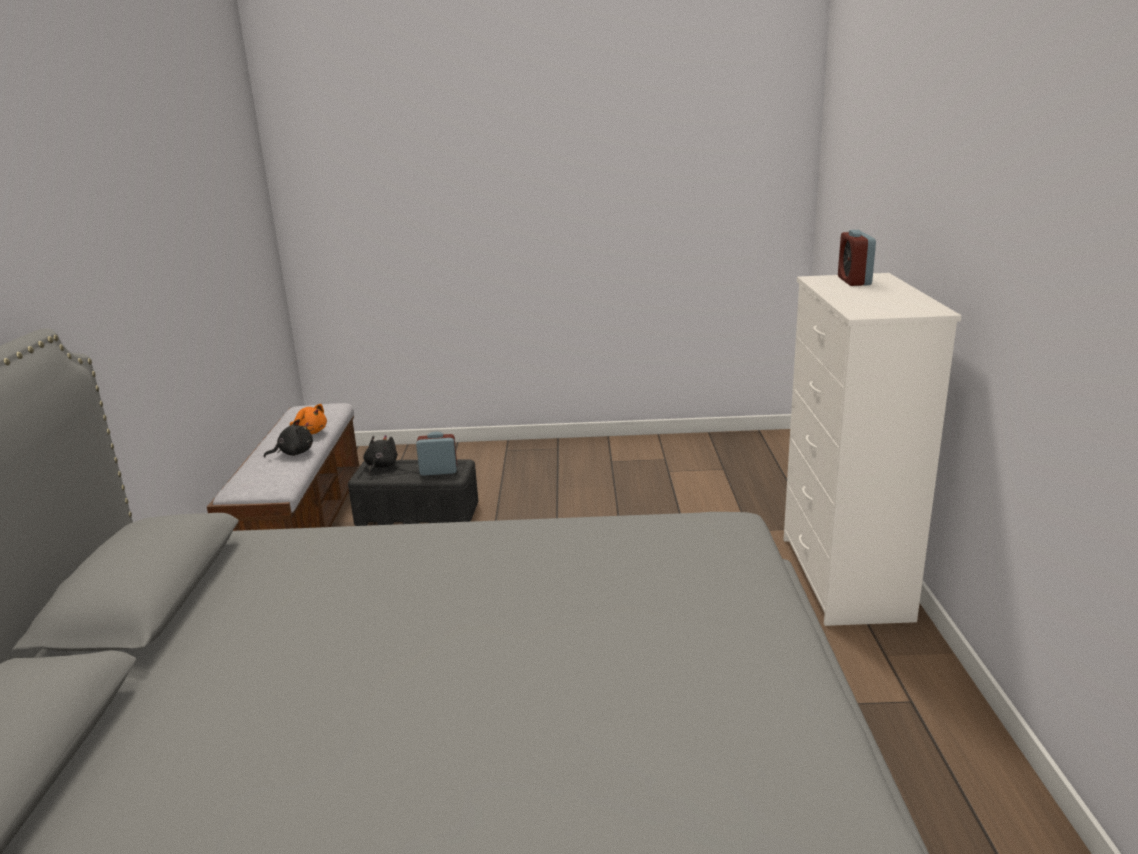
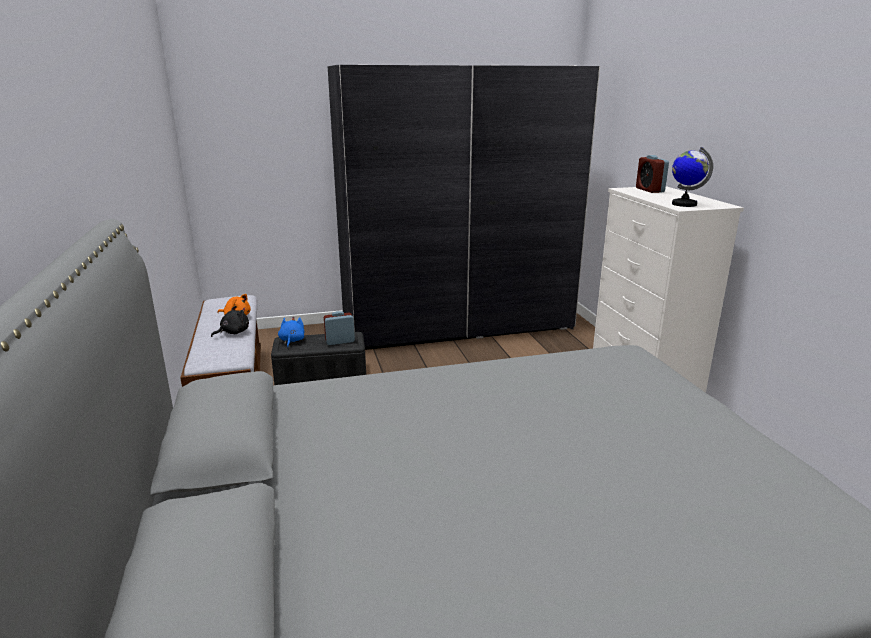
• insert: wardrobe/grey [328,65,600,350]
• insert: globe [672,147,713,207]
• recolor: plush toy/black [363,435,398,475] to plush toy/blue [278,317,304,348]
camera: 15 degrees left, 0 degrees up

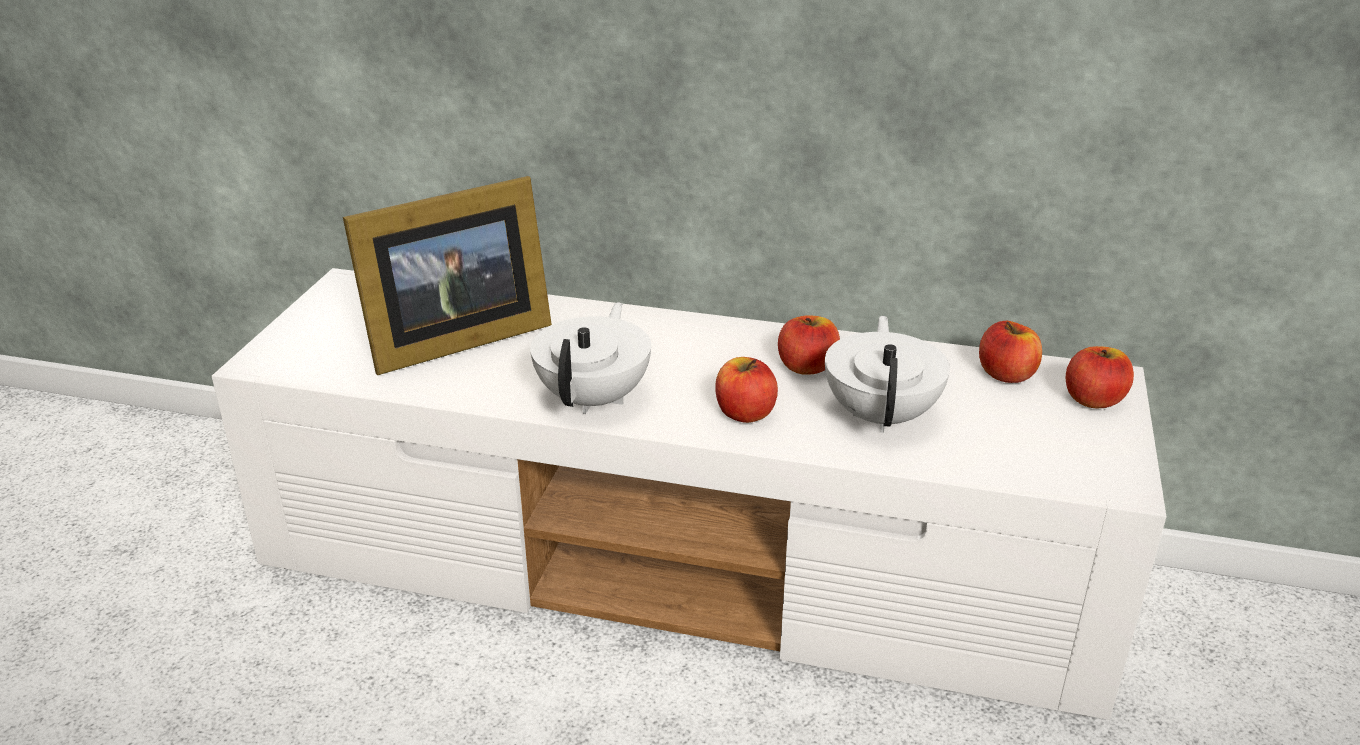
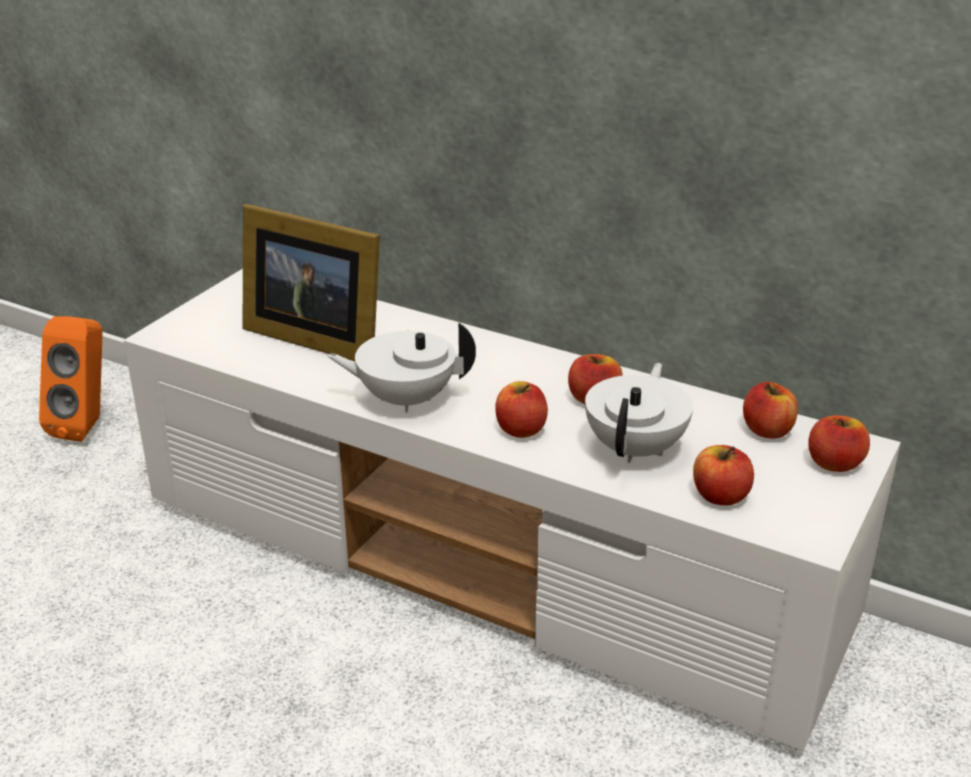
• insert: speaker/orange [39,316,102,442]
• insert: apple [693,445,754,505]
• rotate: picture frame [343,176,552,375] = [243,204,380,361] 45 degrees clockwise
• rotate: teapot/white [530,302,651,414] = [326,322,476,413] 120 degrees counterclockwise
camera: 15 degrees right, 0 degrees up

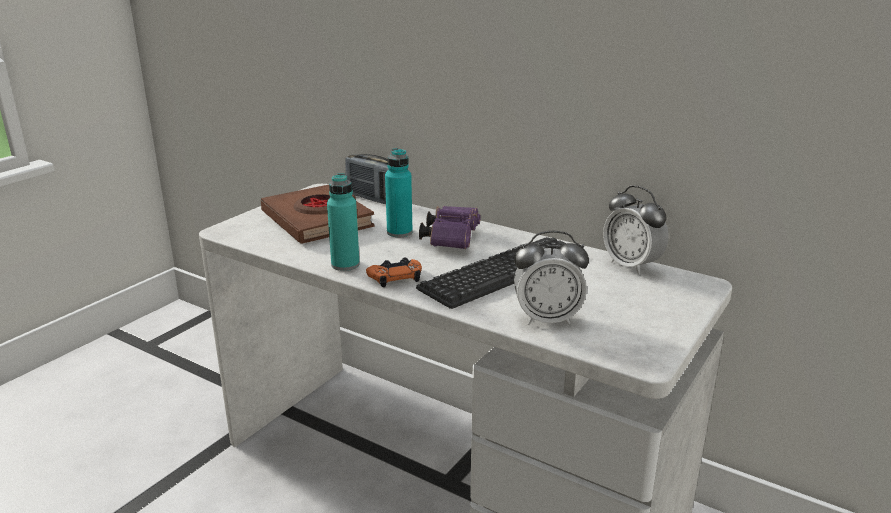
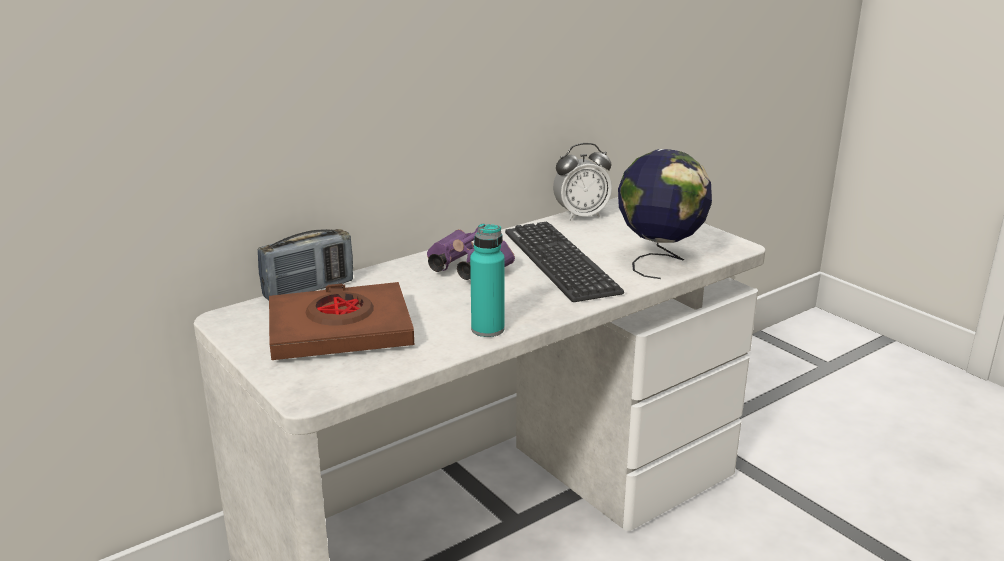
• delete: game controller/orange [366,257,422,287]
• delete: bottle/turquoise [385,148,413,237]
• replace: alarm clock [514,231,589,325] to globe [618,149,712,279]
camera: 70 degrees left, 0 degrees up

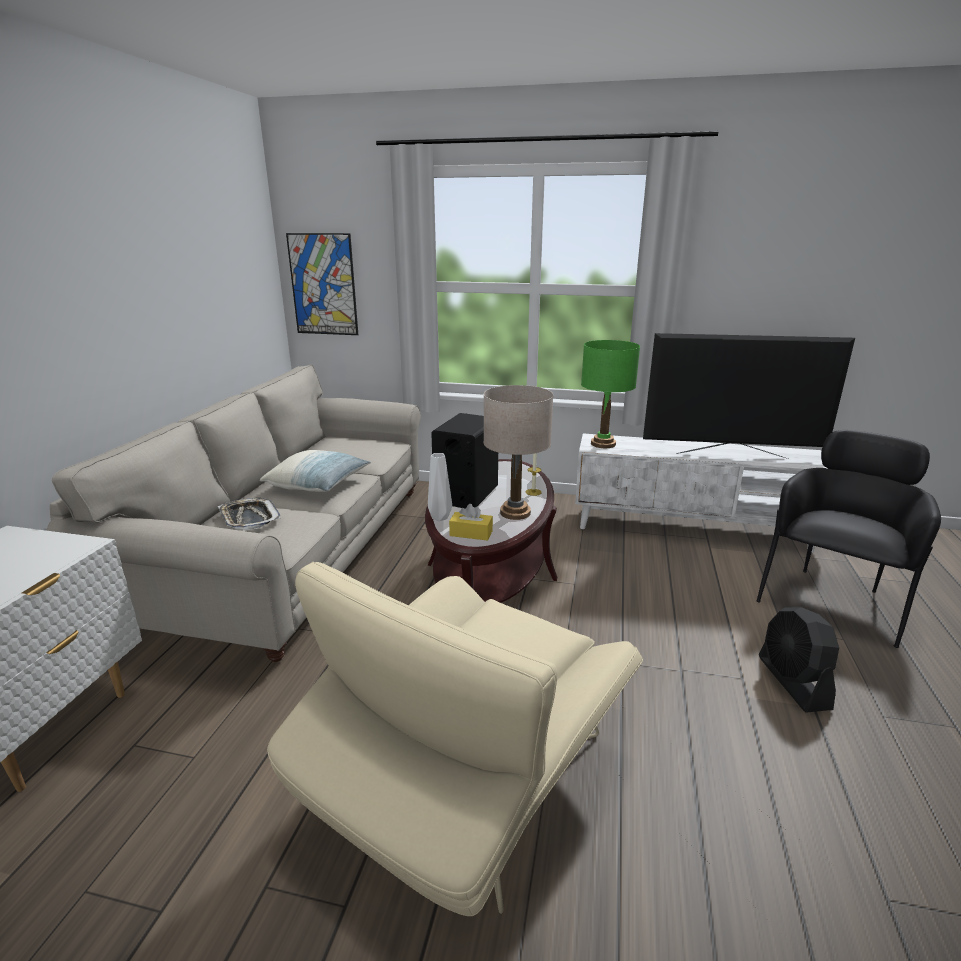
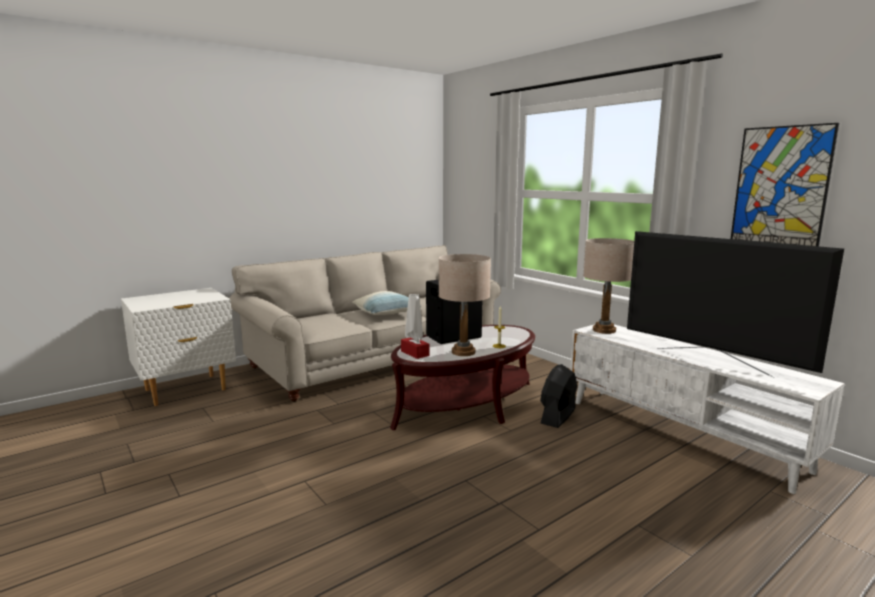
• delete: tray [218,498,281,530]
• delete: armchair/beige [267,562,643,916]
• delete: armchair/black [756,430,941,648]
• move: picture [286,233,358,335] to [731,123,839,246]
• move: fan/black [759,607,839,712] to [540,364,577,428]
• recolor: tissue box/yellow [449,504,493,541] to tissue box/red [401,330,430,359]
• recolor: table lamp/green [581,340,640,448] to table lamp/beige [583,238,634,334]
camera: 40 degrees right, 10 degrees down

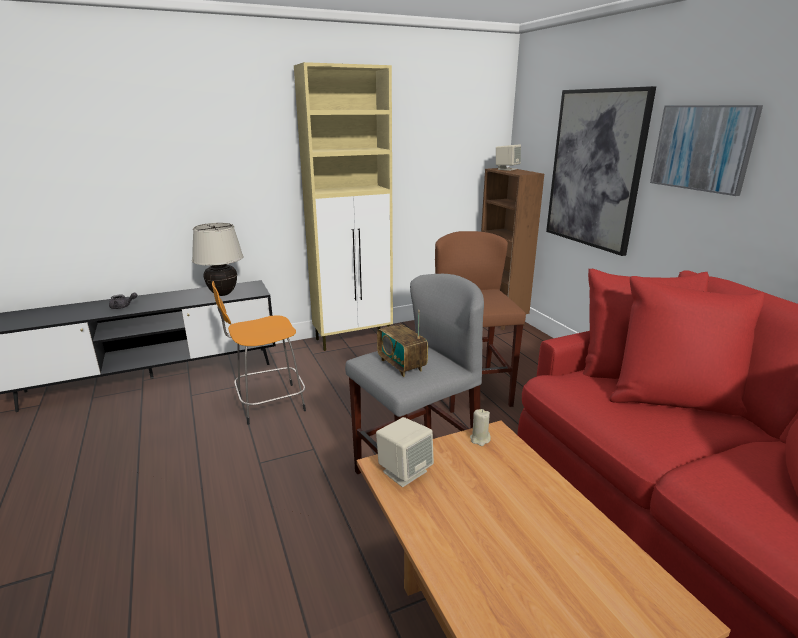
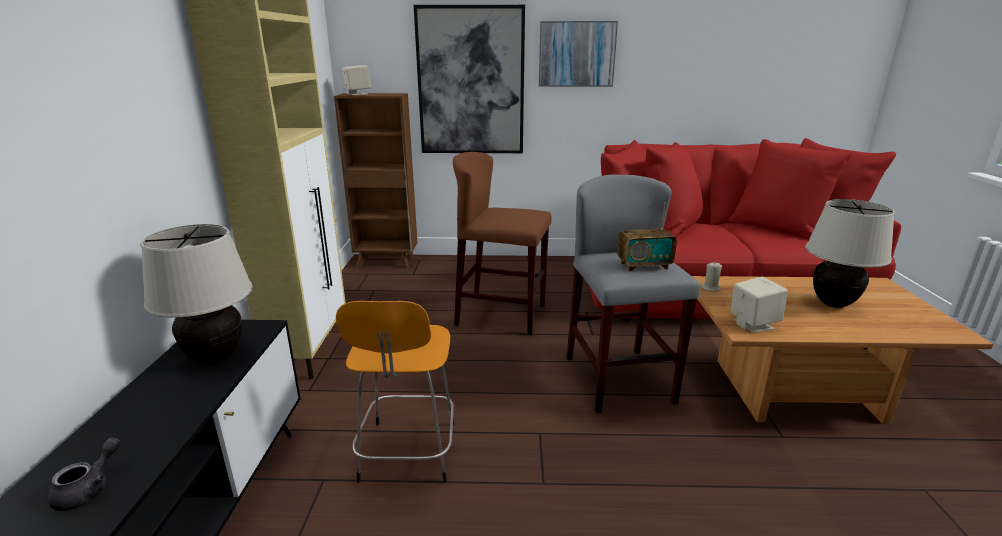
• insert: table lamp/beige [805,199,895,308]
camera: 65 degrees left, 0 degrees up

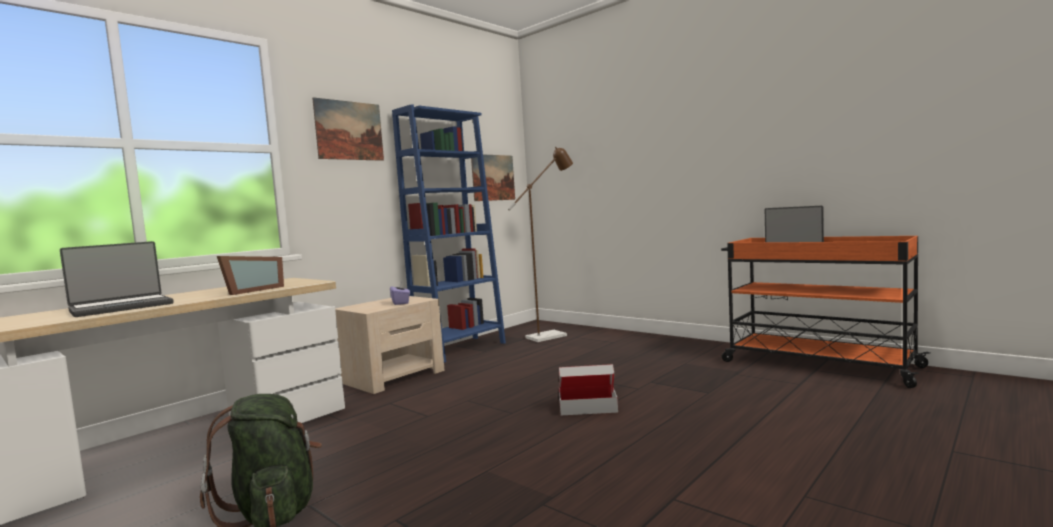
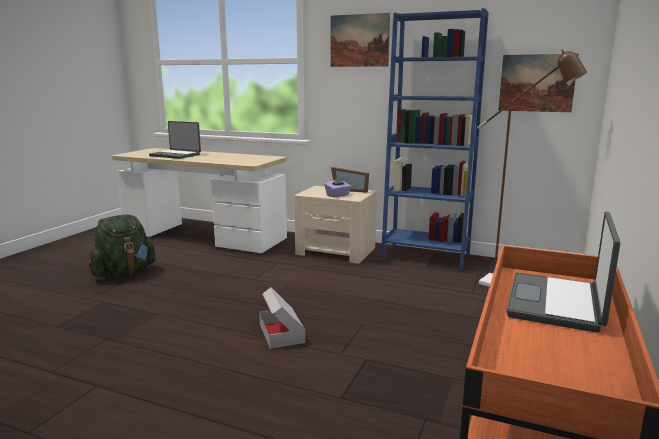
• move: picture frame [217,256,284,295] to [331,167,369,193]
camera: 70 degrees right, 10 degrees up

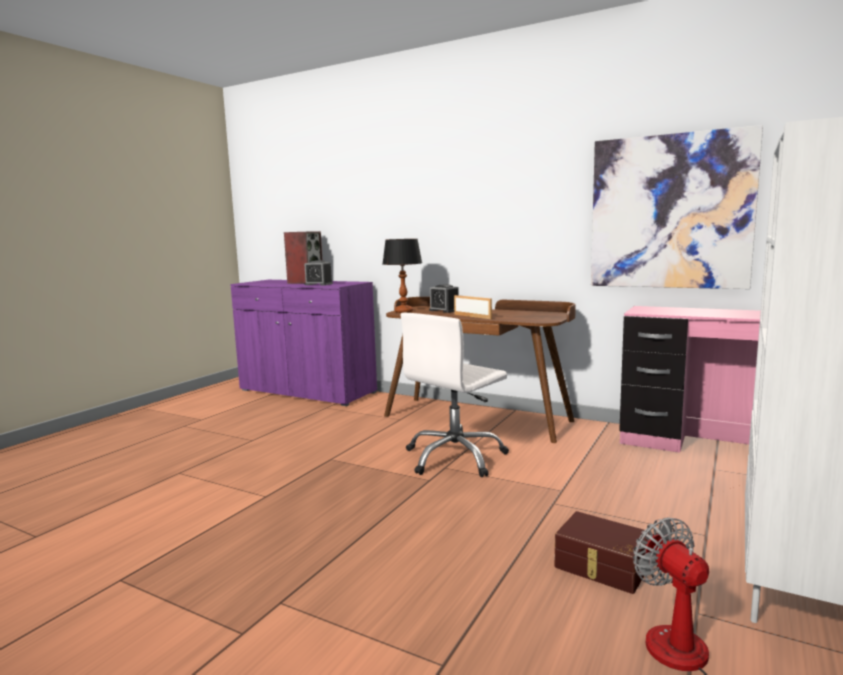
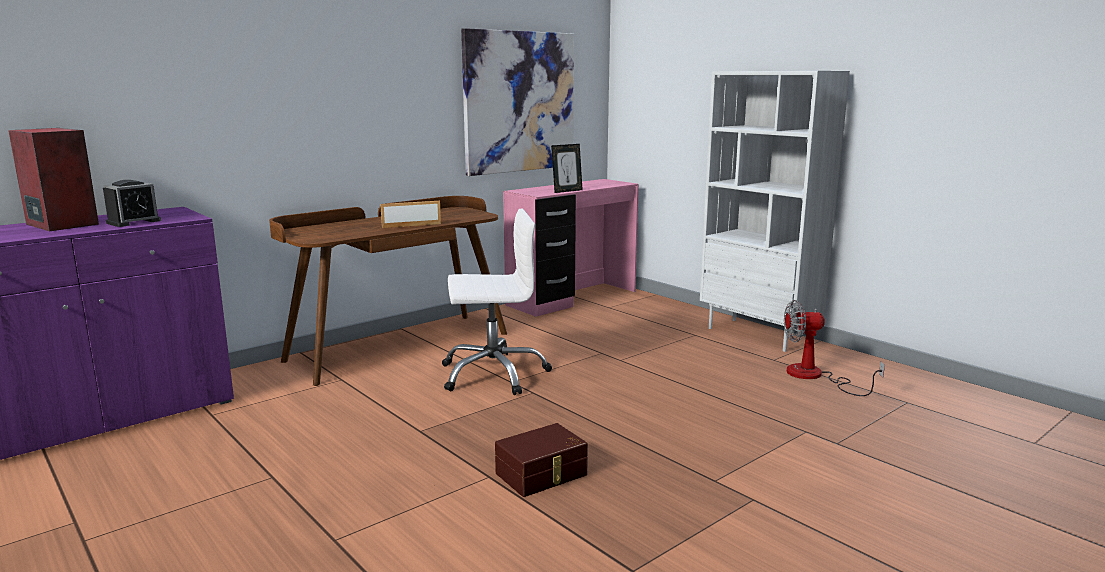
• delete: table lamp [383,239,422,313]
• delete: alarm clock [429,284,459,313]
• insert: picture frame [551,144,583,193]
• move: storage box/brown [554,511,650,594] to [495,423,588,497]
• rotate: office chair/white [401,313,509,477] = [442,208,552,395] 75 degrees counterclockwise
camera: 70 degrees left, 5 degrees up

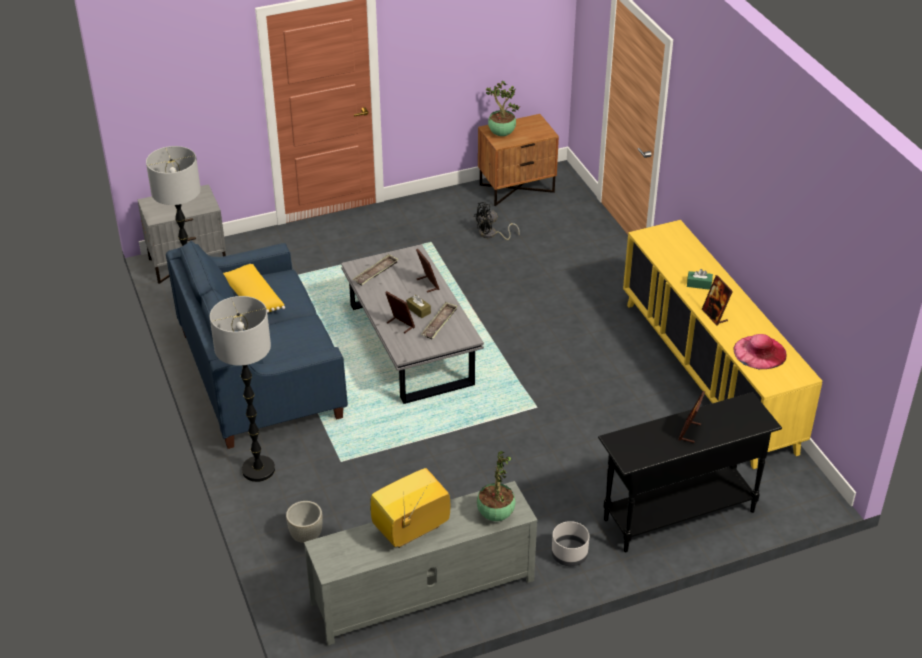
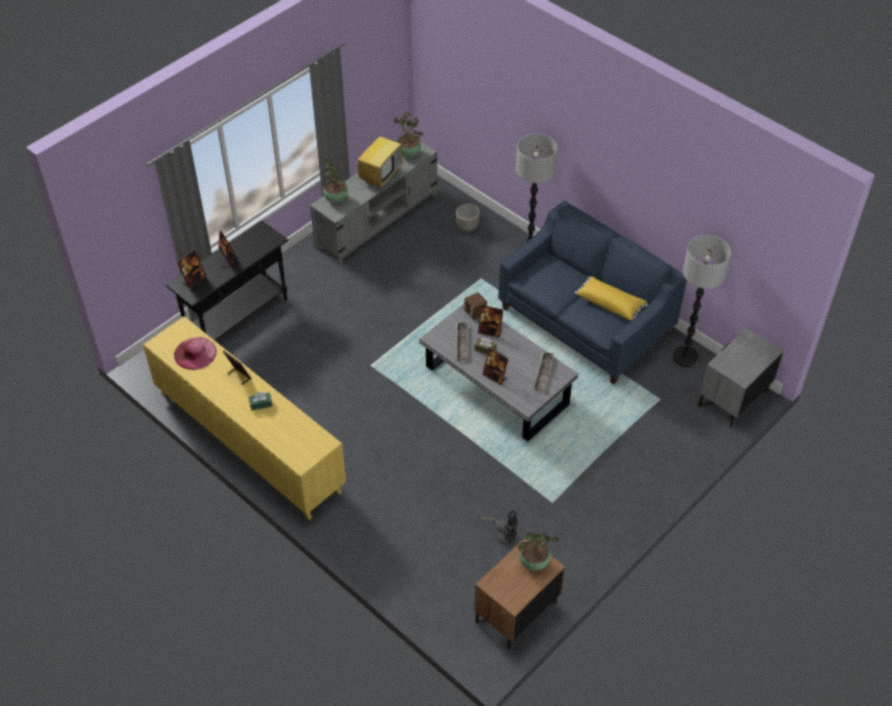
• delete: planter/grey [552,521,589,566]
• insert: picture frame [178,249,206,289]
• insert: potted plant [394,112,423,157]
• insert: speaker/brown [463,292,487,320]
• rotate: fan/black [474,202,520,240] = [481,511,517,544] 60 degrees clockwise
camera: 155 degrees right, 10 degrees up

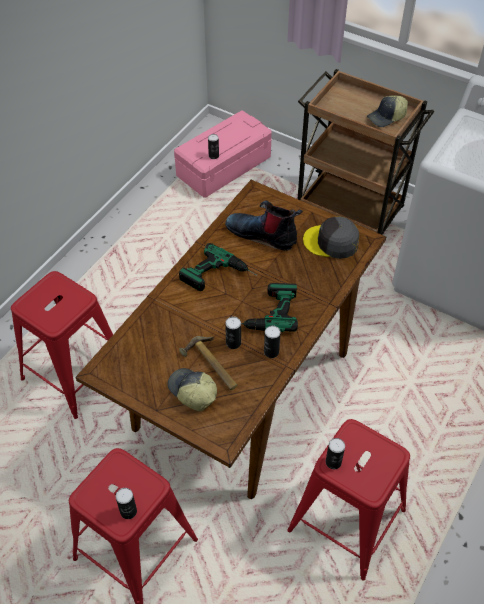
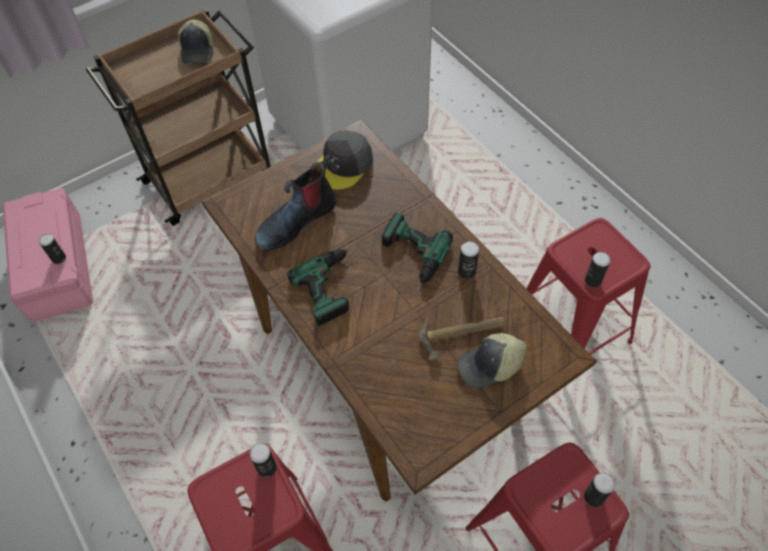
• move: can [225,317,241,349] to [250,443,277,478]
camera: 65 degrees left, 5 degrees up

